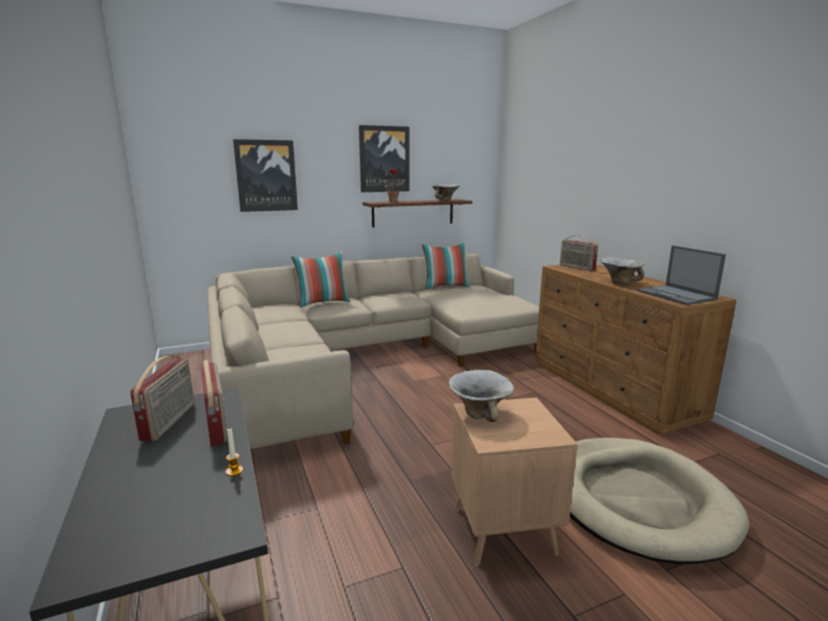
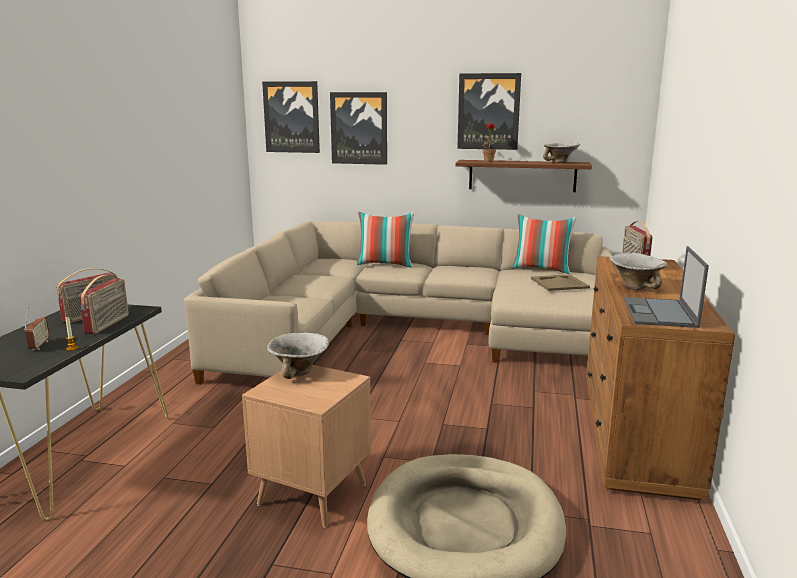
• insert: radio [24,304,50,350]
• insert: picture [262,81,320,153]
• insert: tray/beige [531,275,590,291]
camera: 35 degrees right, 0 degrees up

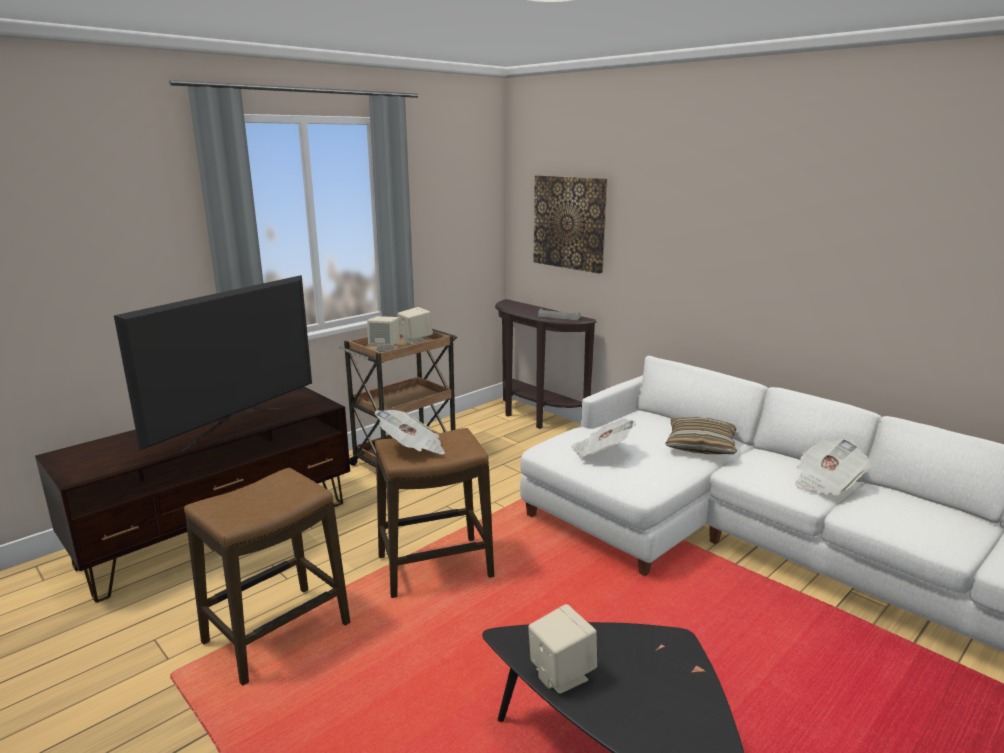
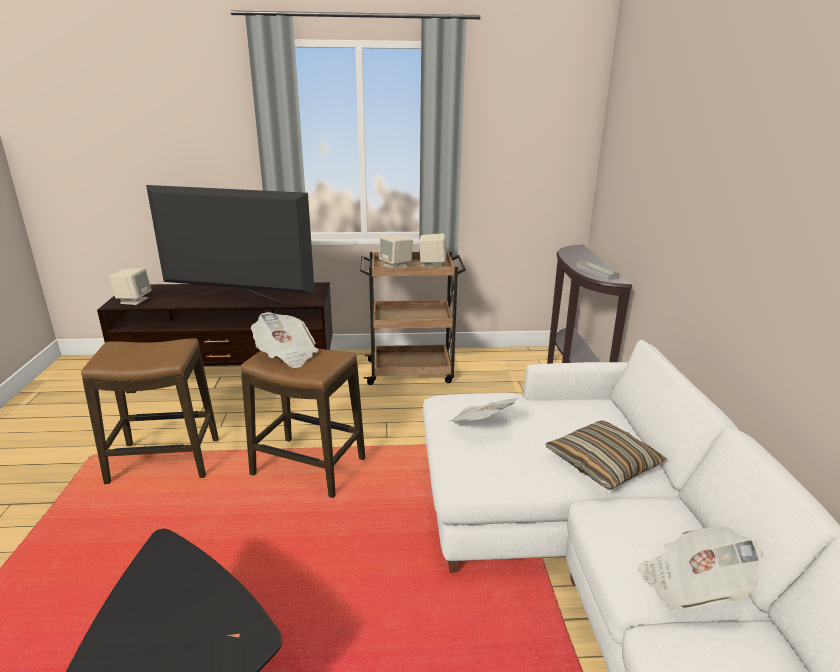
• delete: picture [533,175,607,274]
• move: speaker/beige [528,604,597,694] to [109,268,151,305]
• rotate: television [114,275,312,451] = [146,185,315,304] 150 degrees counterclockwise
camera: 40 degrees right, 5 degrees up

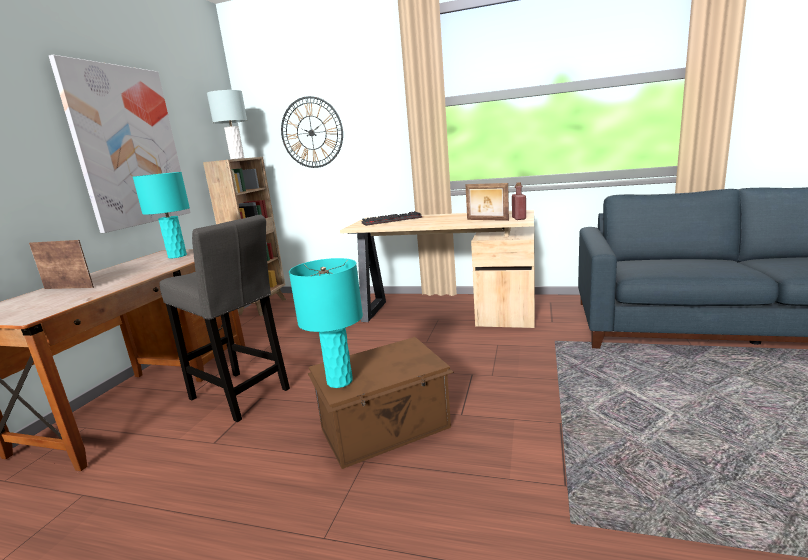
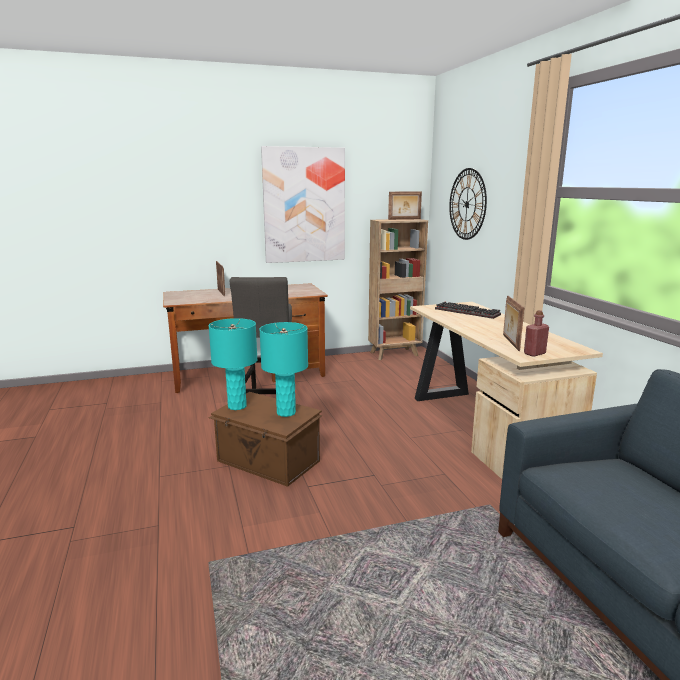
• move: table lamp/turquoise [133,172,190,258] to [259,322,308,417]
• replace: table lamp/grey [207,90,247,159] to picture frame [388,192,422,220]
camera: 55 degrees right, 0 degrees up

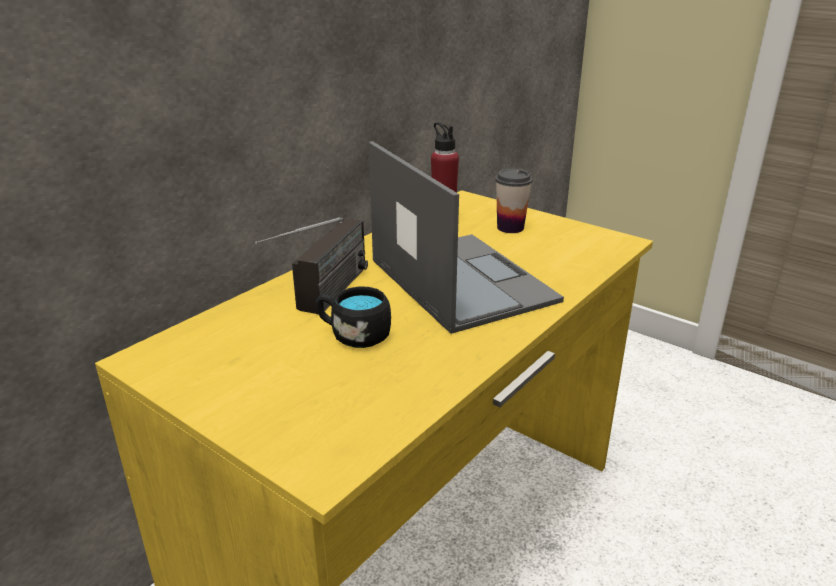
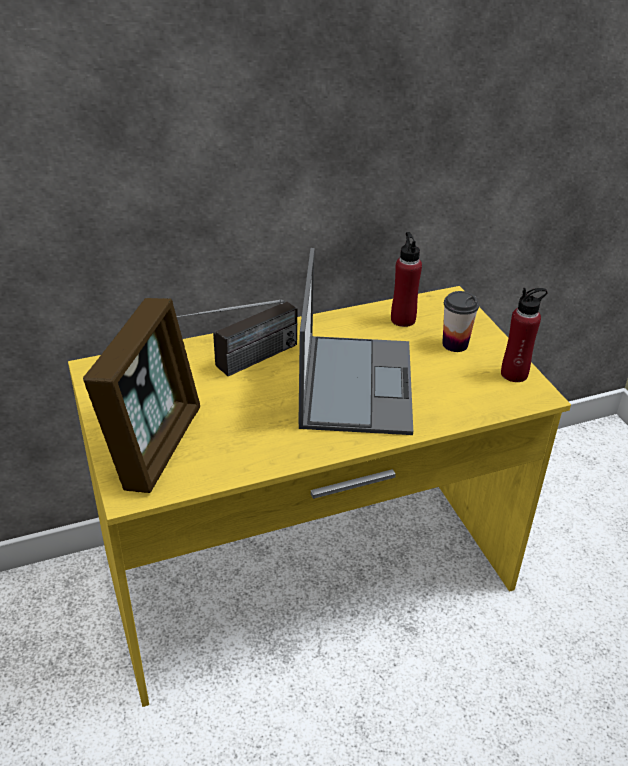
• delete: mug/black [316,287,391,348]
• insert: picture frame [83,298,200,493]
• insert: bottle/red [501,288,548,382]
camera: 30 degrees right, 10 degrees up

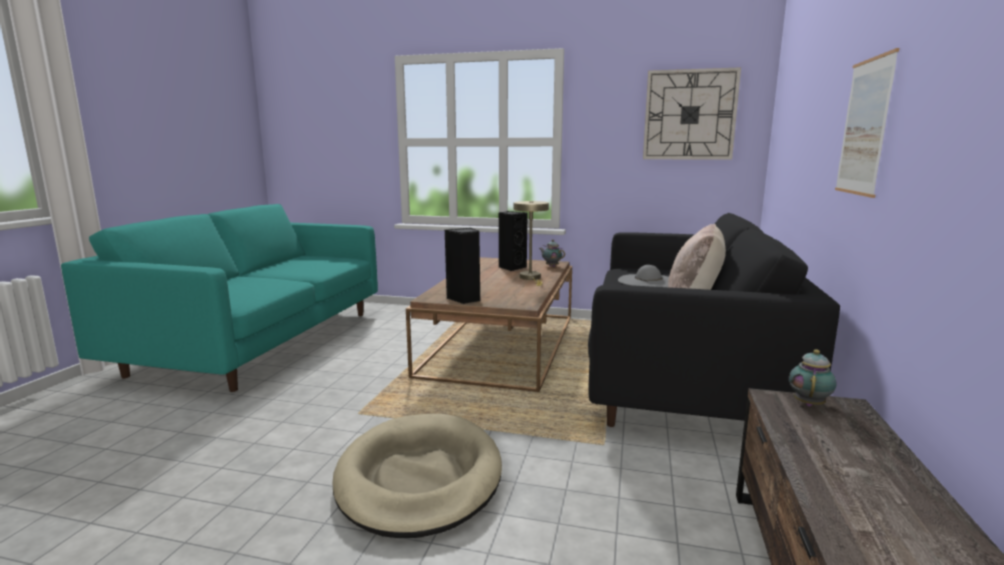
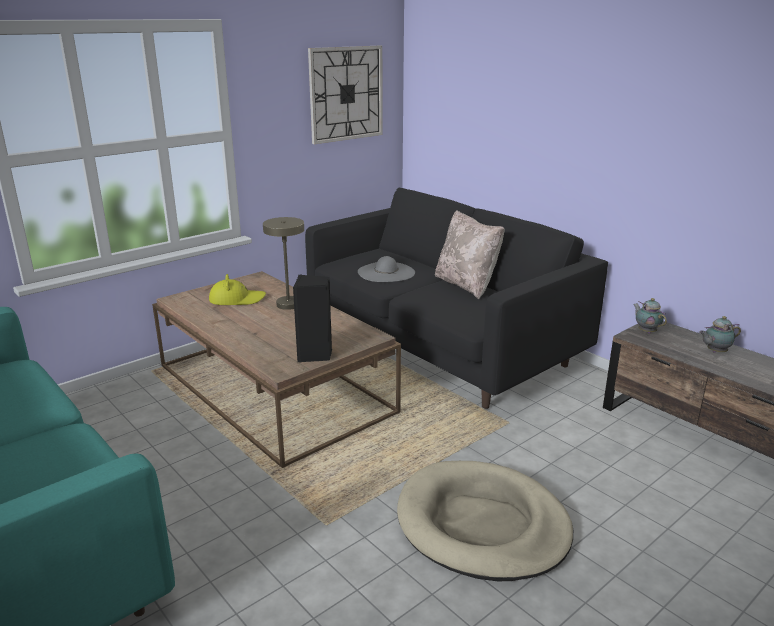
• delete: picture [835,48,899,198]
• move: teapot [539,240,565,267] to [699,316,741,353]
• replace: speaker/black [499,211,528,271] to hat/yellow [209,274,266,305]
camera: 55 degrees left, 10 degrees up

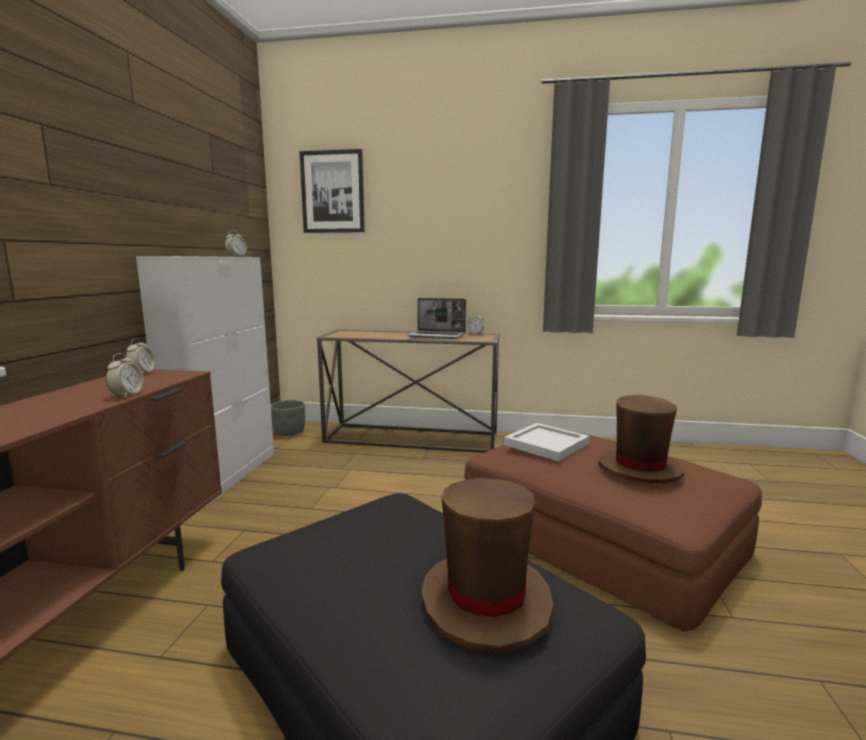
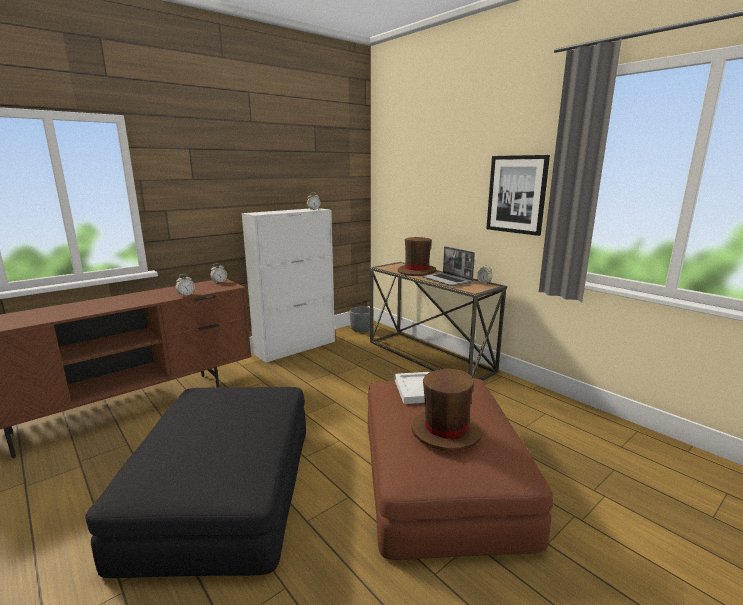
• move: picture [299,149,365,233] to [486,155,550,236]
• move: hat/brown [421,478,554,652] to [398,237,436,276]
camera: 40 degrees right, 5 degrees up

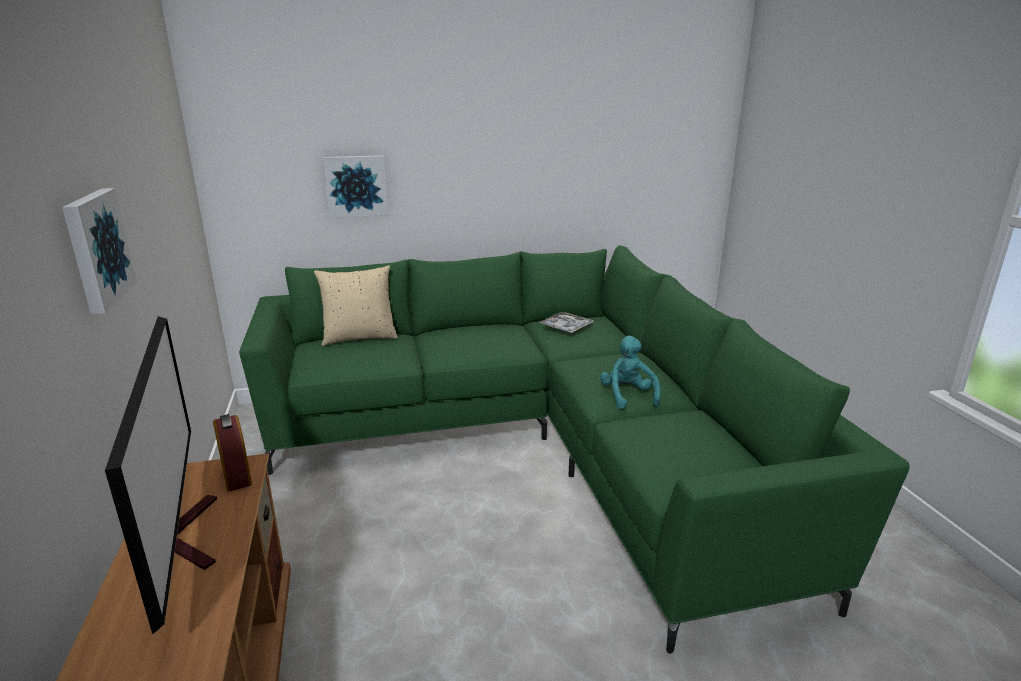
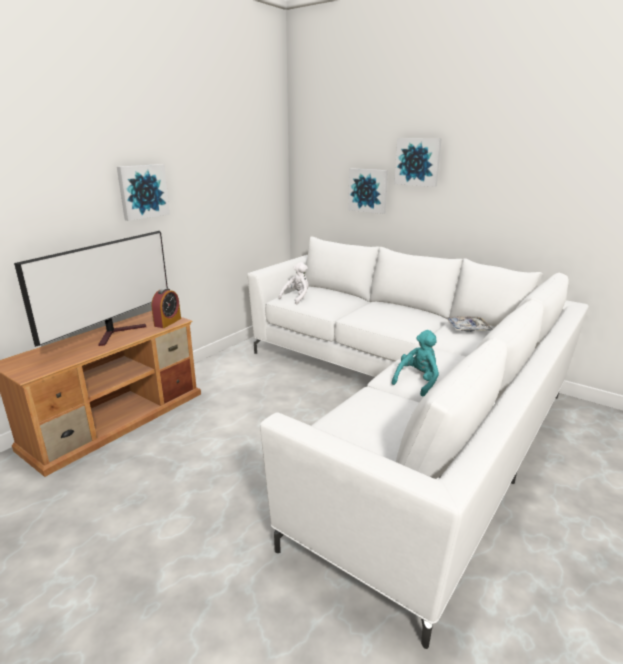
• delete: pillow/beige [314,265,398,346]
• insert: plush toy/white [278,262,309,305]
• insert: picture [394,138,442,187]
• recolor: sofa/green [239,245,910,654] to sofa/white [247,237,589,649]
camera: 50 degrees right, 0 degrees up

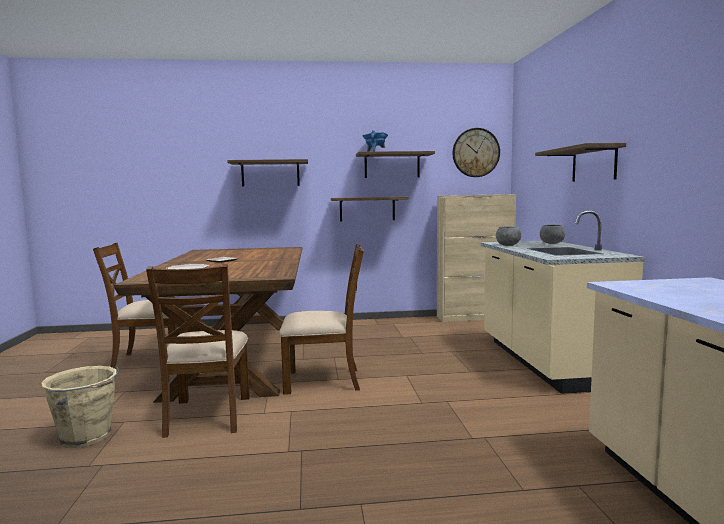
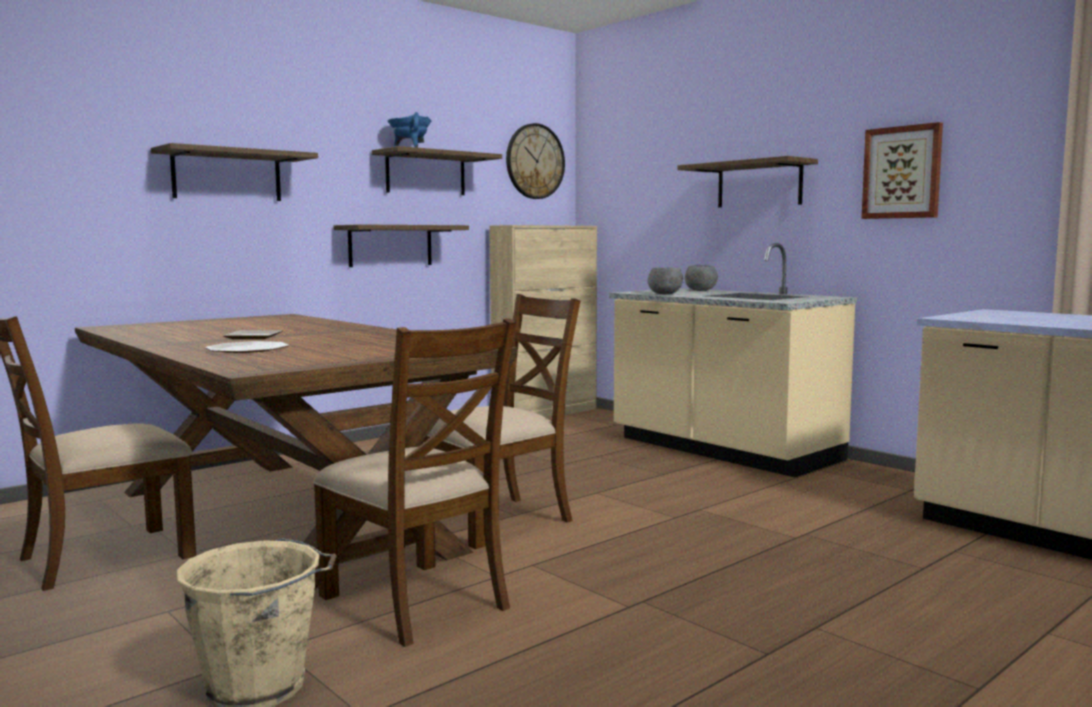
• insert: picture [862,122,943,219]
camera: 35 degrees left, 0 degrees up

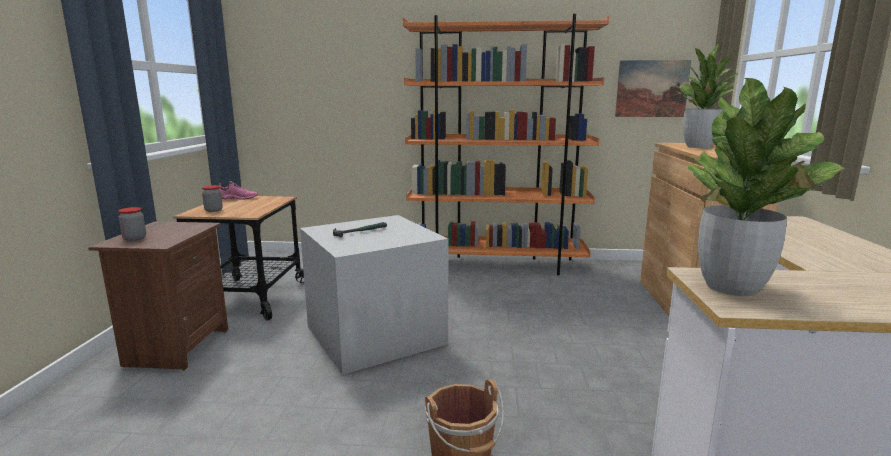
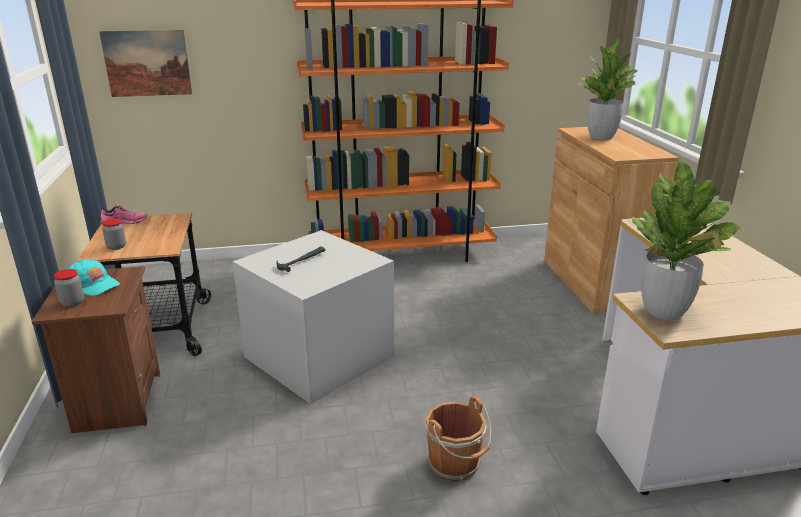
• insert: cap/turquoise [69,259,120,296]
• move: picture [615,60,691,117] to [99,30,192,97]
camera: 15 degrees left, 10 degrees up

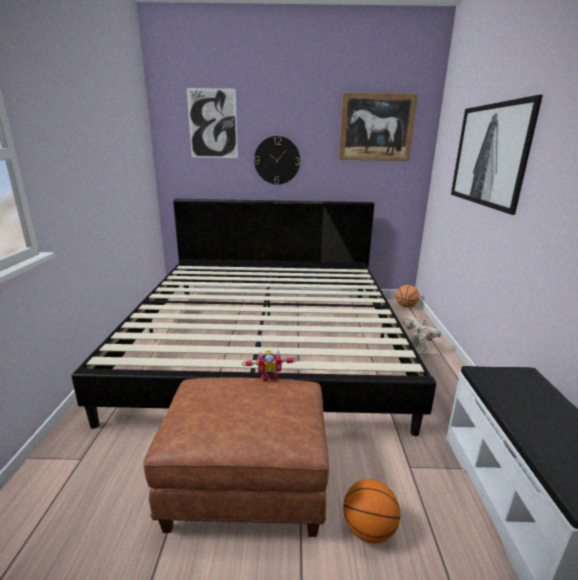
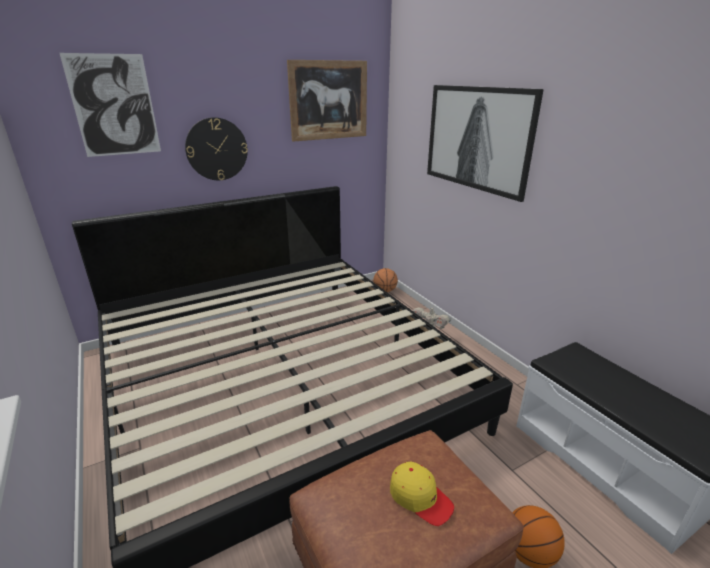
• delete: toy robot [242,350,297,381]
• insert: cap/yellow [390,462,454,526]
camera: 30 degrees left, 5 degrees up

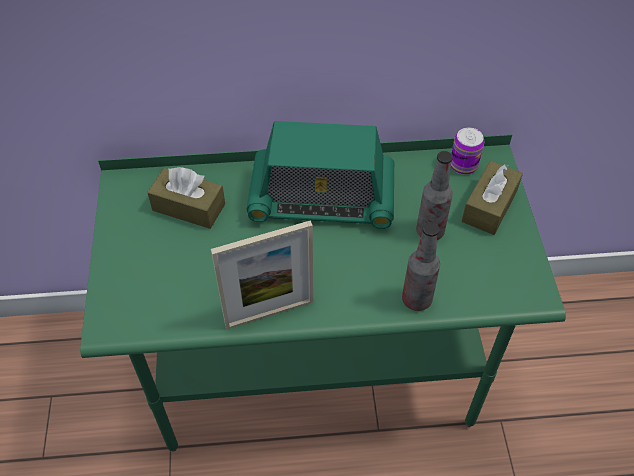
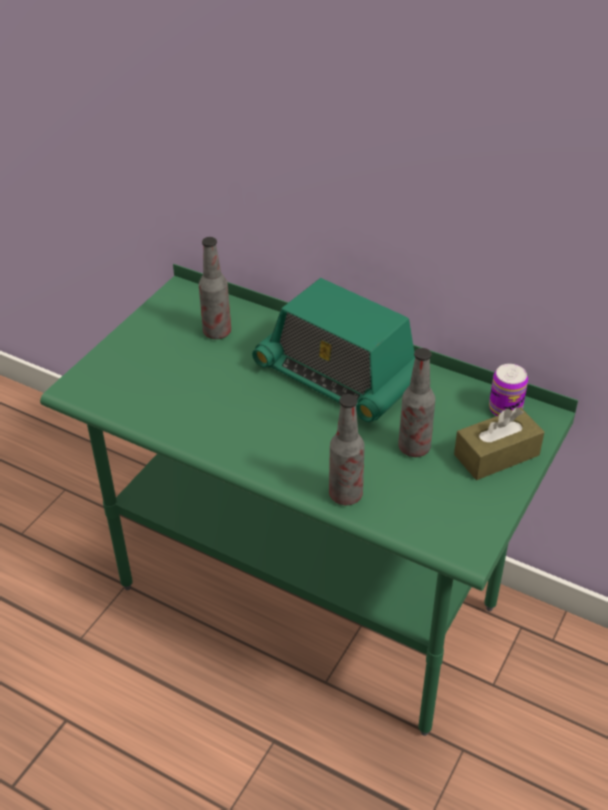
• delete: picture frame [211,221,313,329]
• replace: tissue box/brown [147,167,225,229] to bottle [199,237,231,339]
camera: 35 degrees right, 10 degrees down

